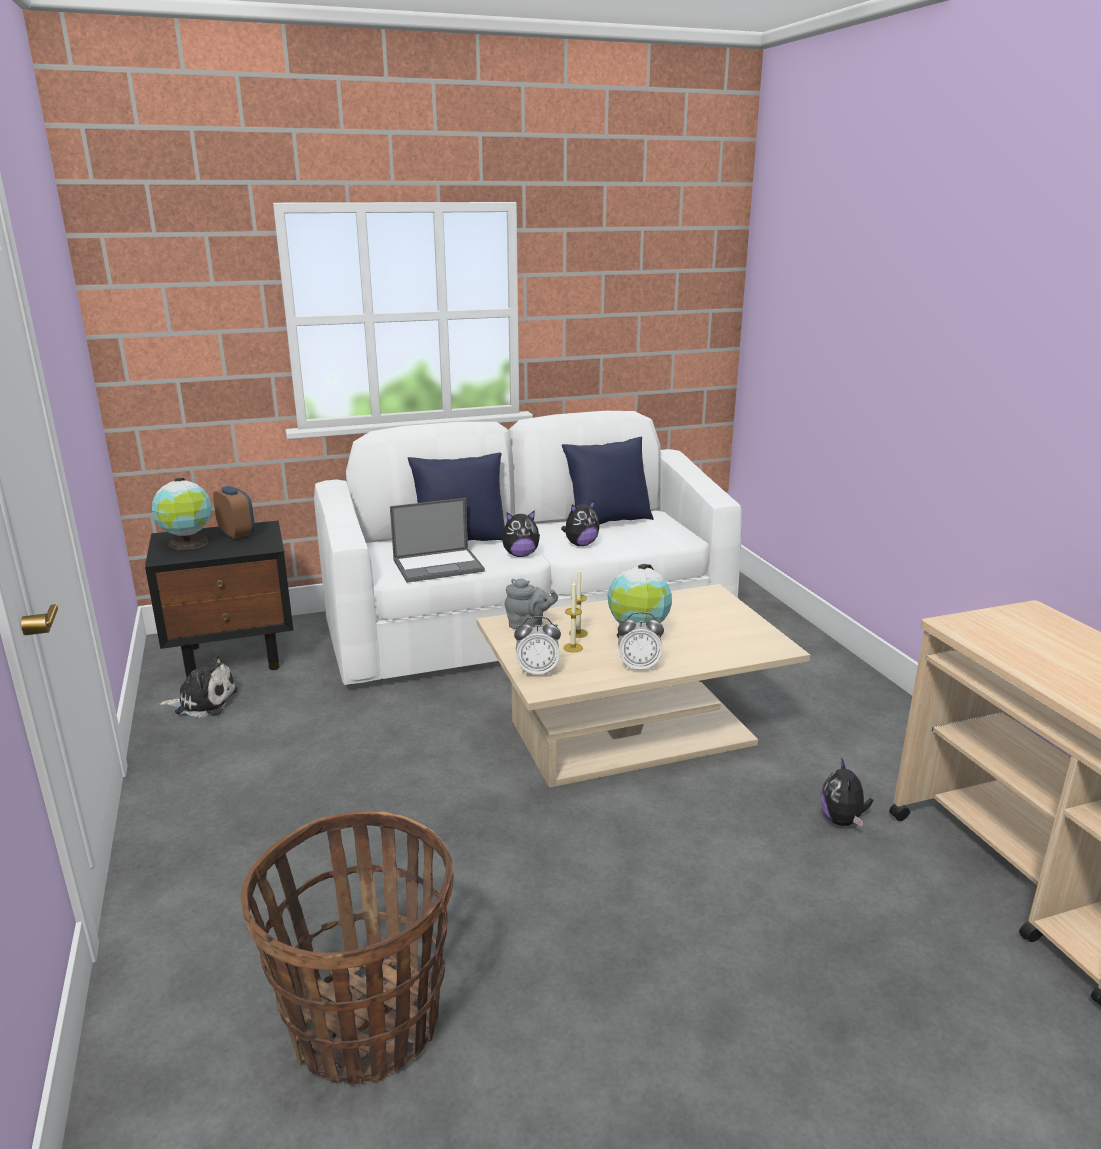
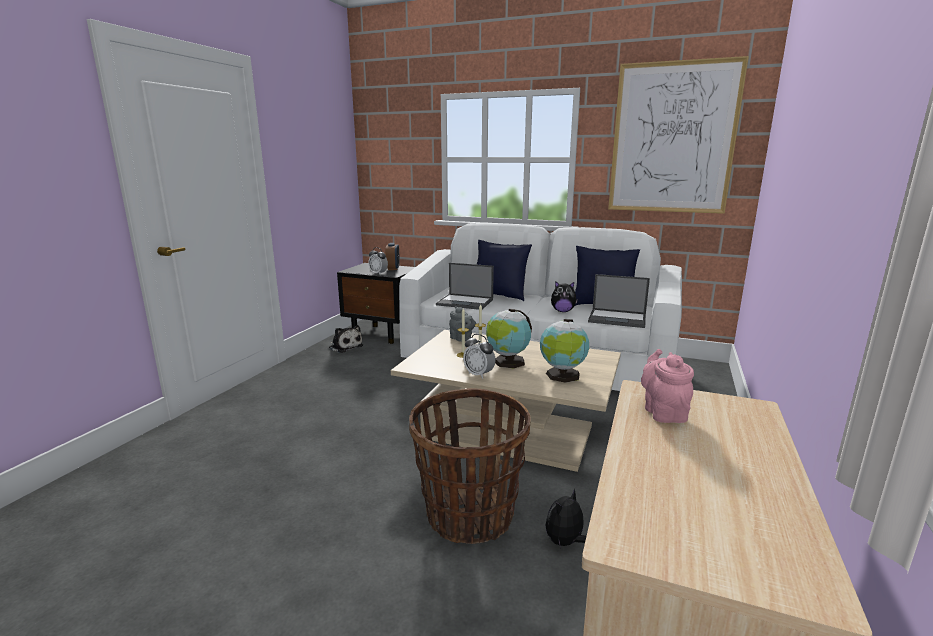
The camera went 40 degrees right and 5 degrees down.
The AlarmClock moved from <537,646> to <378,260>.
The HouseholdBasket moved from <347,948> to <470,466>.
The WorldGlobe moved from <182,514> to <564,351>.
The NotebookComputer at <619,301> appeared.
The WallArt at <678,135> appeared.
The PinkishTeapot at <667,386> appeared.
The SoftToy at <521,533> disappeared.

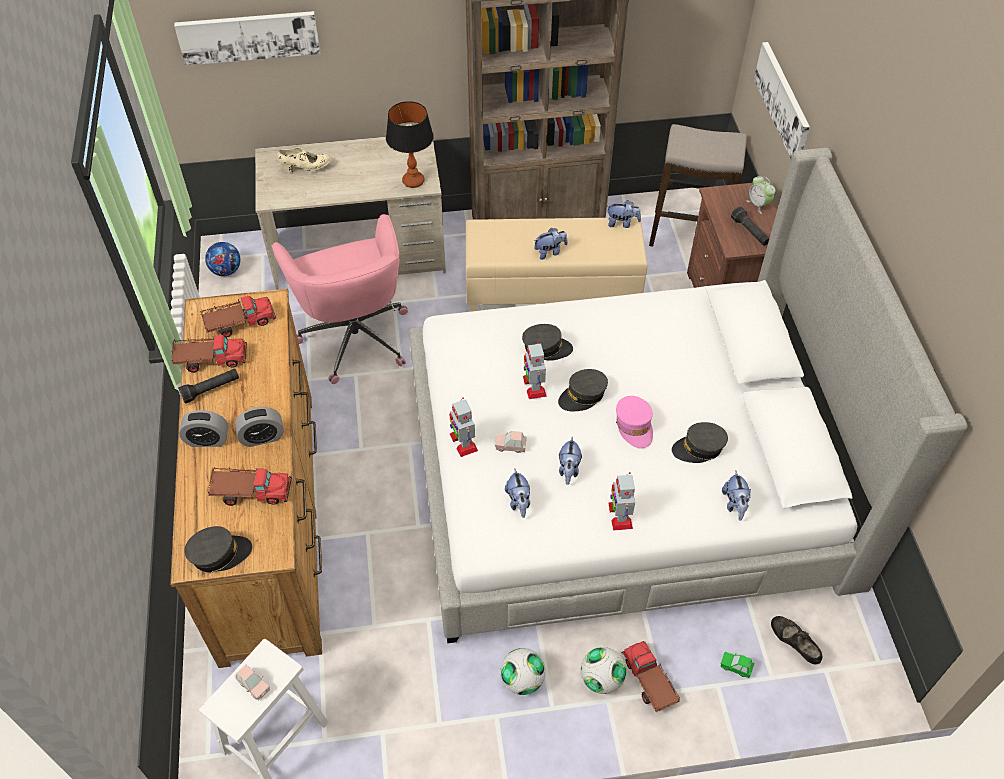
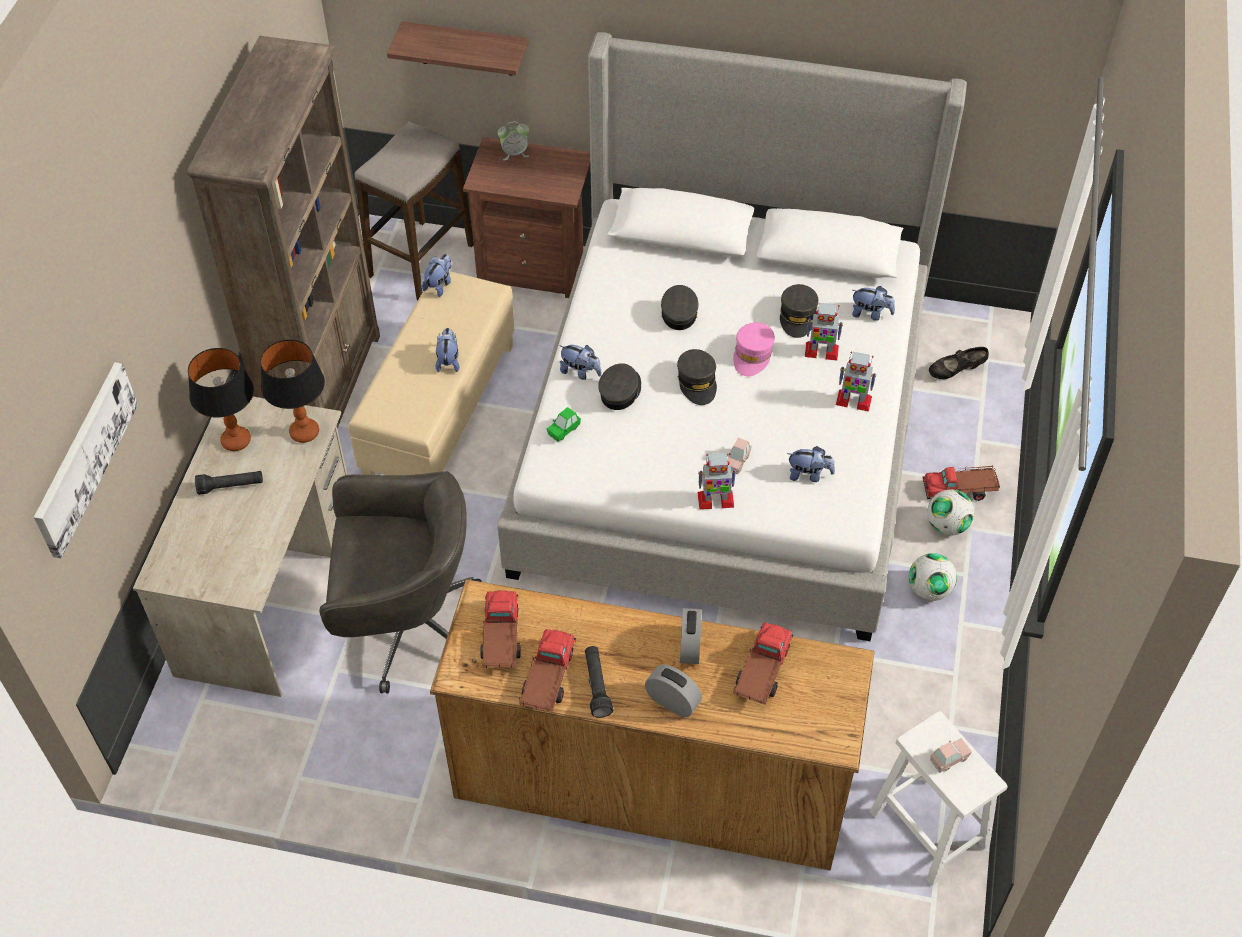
The camera went 70 degrees left and 0 degrees up.
The TabletopLamp at <221,399> appeared.
The BlackFlashlight moved from <750,226> to <229,483>.
The PinkishDeskChair at <339,299> became the GreyishDeskChair at <400,582>.
The WallArt at <782,100> was replaced by the WallShelf at <458,48>.
The GreenishModelCar moved from <737,665> to <564,424>.
The SoftToy moved from <570,461> to <580,362>.
The AlarmClock at <203,428> turned 75 degrees counterclockwise.
The GreyishCap moved from <218,549> to <679,307>.
The PinkishCap at <634,422> turned 105 degrees clockwise.
The ModelRobot moved from <535,370> to <824,331>.
The BallForFootball at <223,259> disappeared.
The BeigeColouredLowShoe at <304,160> disappeared.

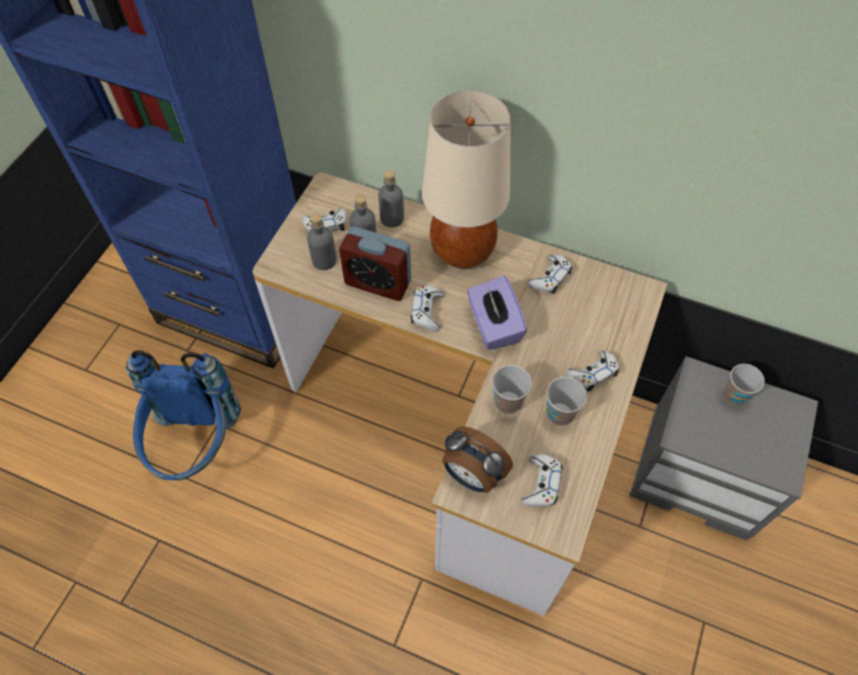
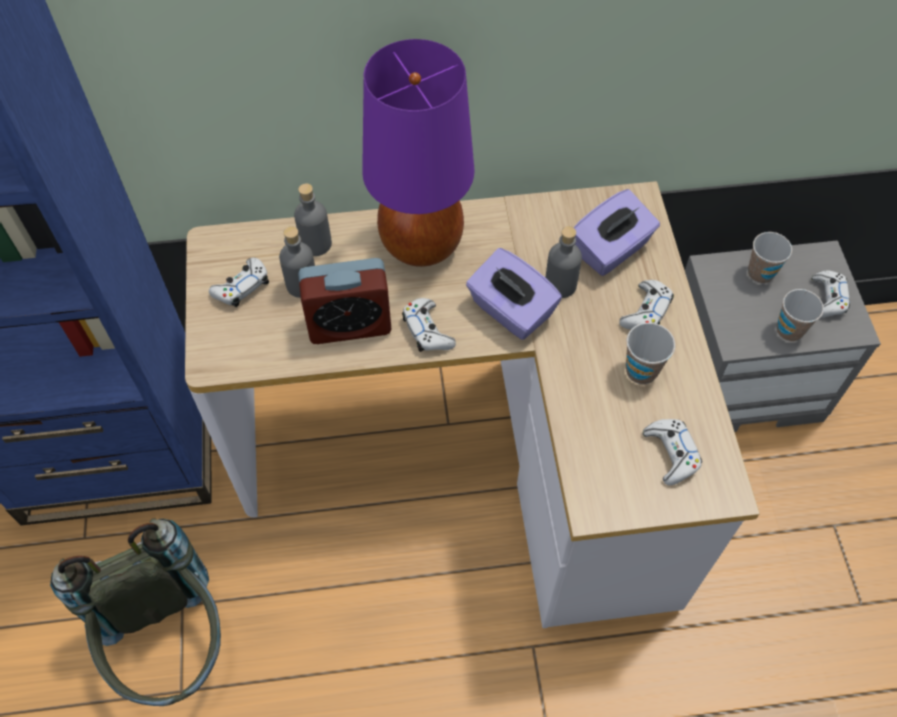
The camera went 30 degrees left and 0 degrees up.
The BluishBackpack at <183,415> became the GreyishBackpack at <135,612>.
The BeigeColouredTabletopLamp at <466,179> became the PurpleColouredTabletopLamp at <418,153>.
The GreyishBottle moved from <322,241> to <563,262>.
The PurpleColouredTissueHolder at <616,232> appeared.
The Cup moved from <512,389> to <800,315>.
The WhitishJoypad moved from <550,274> to <830,294>.
The AlarmClock at <477,459> disappeared.

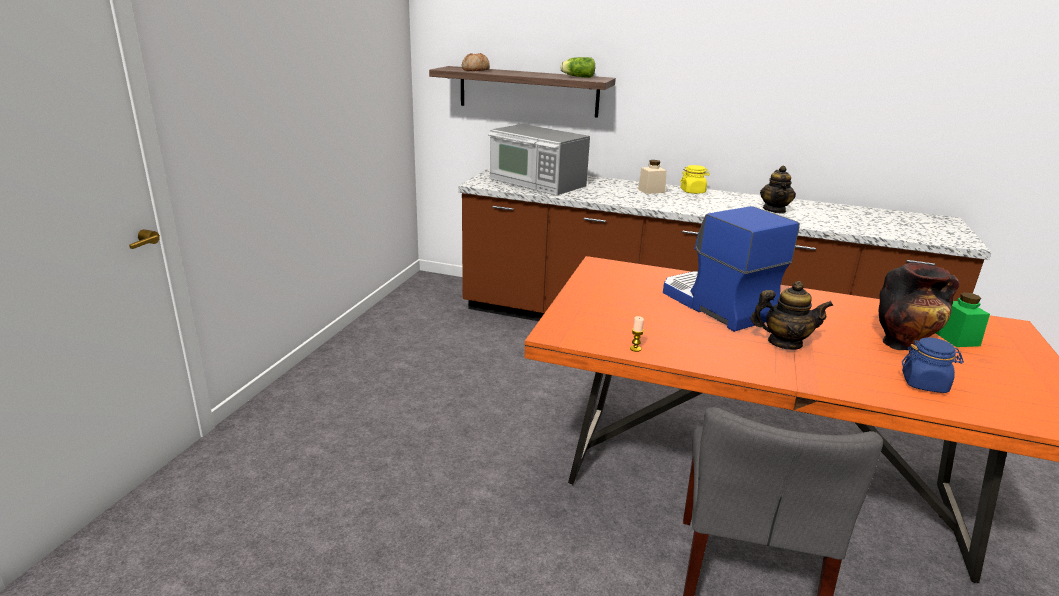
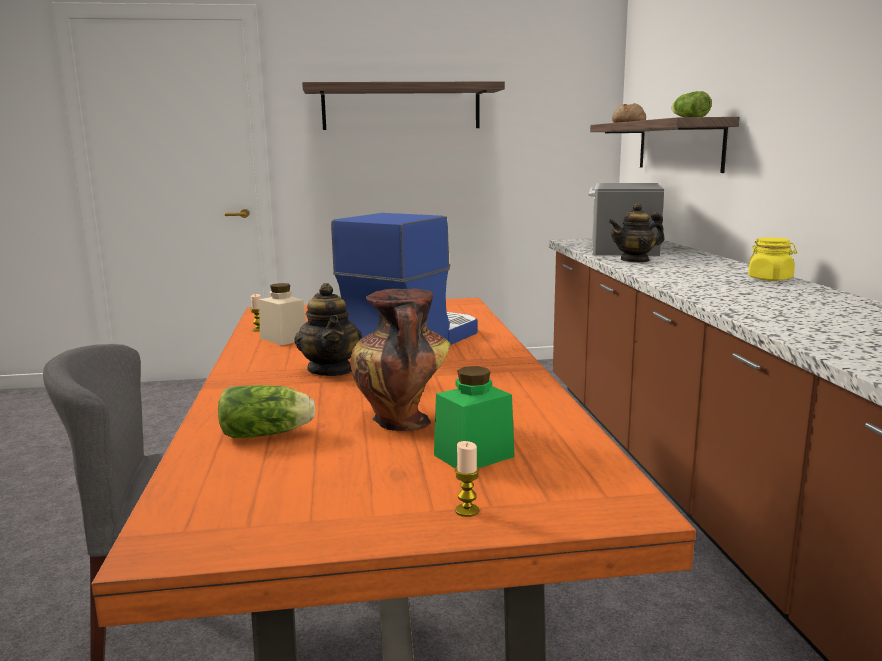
The camera went 65 degrees right and 10 degrees down.
The BluishPreserveJar at <933,365> was replaced by the Lettuce at <267,411>.
The BeigeColouredPreserveJar moved from <652,177> to <282,314>.
The WallShelf at <403,105> appeared.
The WaxCandle at <467,479> appeared.
The Teapot moved from <778,189> to <636,233>.

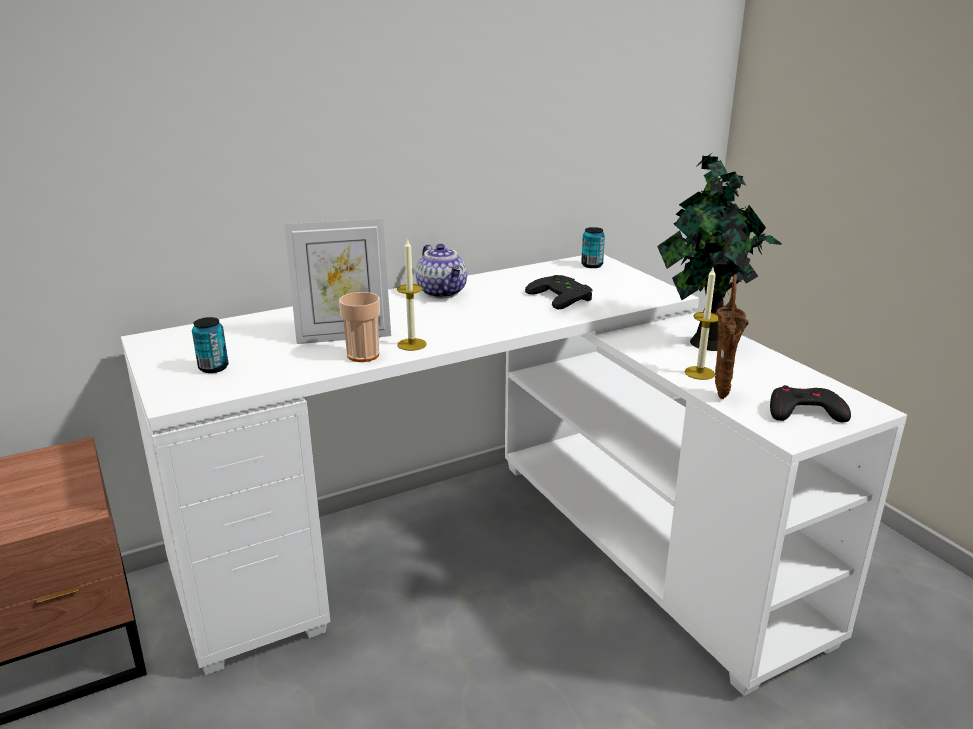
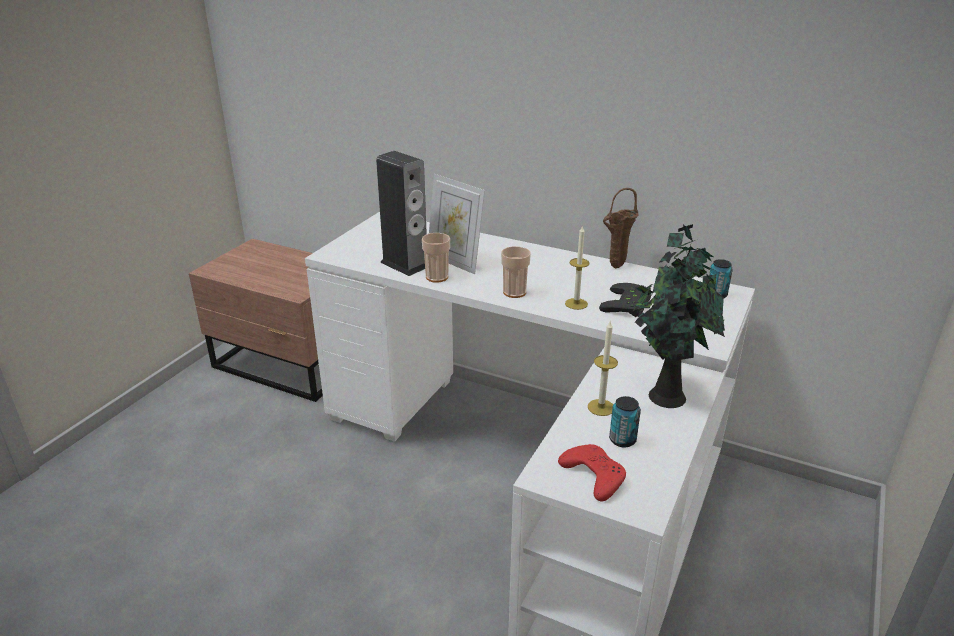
The camera went 55 degrees right and 5 degrees up.
The Loudspeaker at <401,213> appeared.
The Cup at <516,272> appeared.
The BlackJoypad at <810,403> became the RedJoypad at <592,472>.
The WaxCandle moved from <412,294> to <577,267>.
The BrownVase moved from <732,336> to <621,228>.
The Can moved from <210,345> to <625,421>.
The Teapot at <441,271> disappeared.

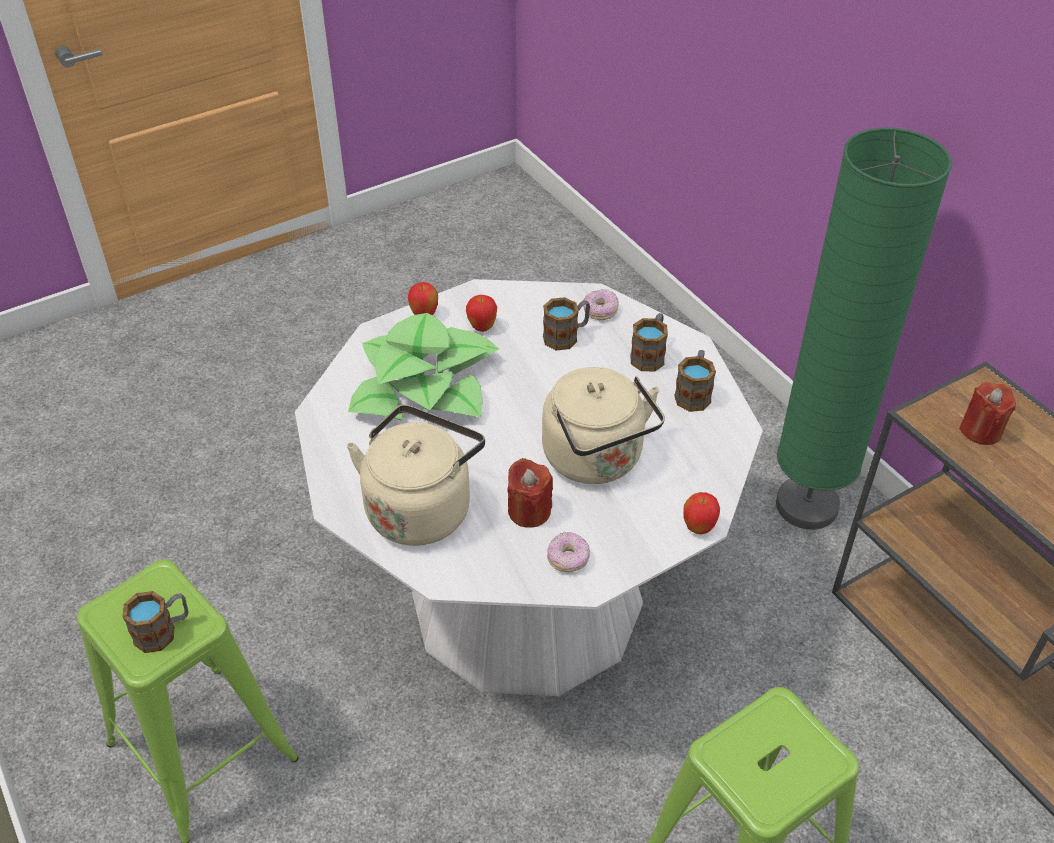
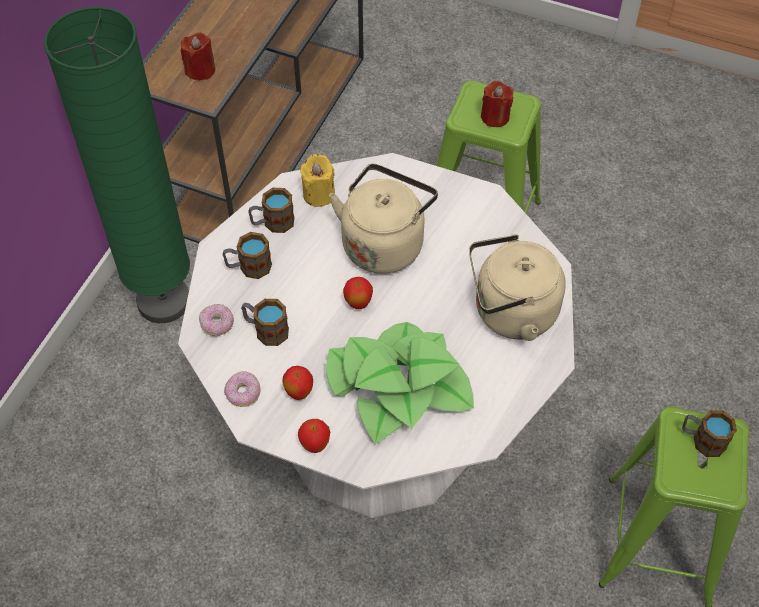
The camera went 125 degrees left and 10 degrees up.
The Doughnut moved from <568,552> to <242,389>.
The YellowWaxCandle at <317,180> appeared.
The Apple moved from <701,513> to <358,293>.
The RedWaxCandle moved from <530,493> to <497,104>.

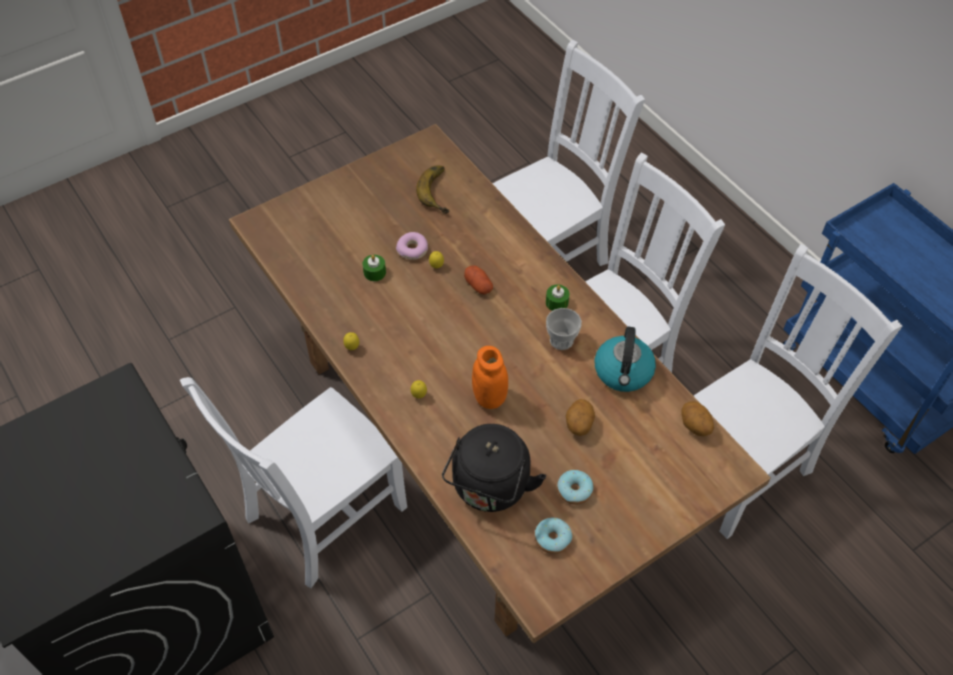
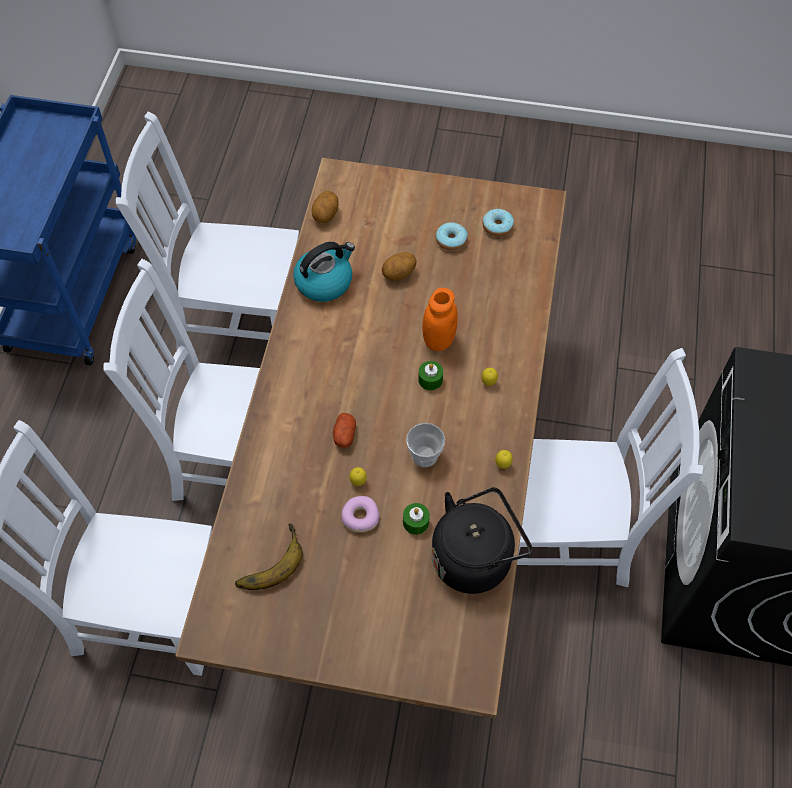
The camera went 135 degrees left and 5 degrees up.
The Cup moved from <564,329> to <425,445>.
The GreenishWaxCandle moved from <558,298> to <430,375>.
The BlackKettle moved from <494,468> to <481,540>.

